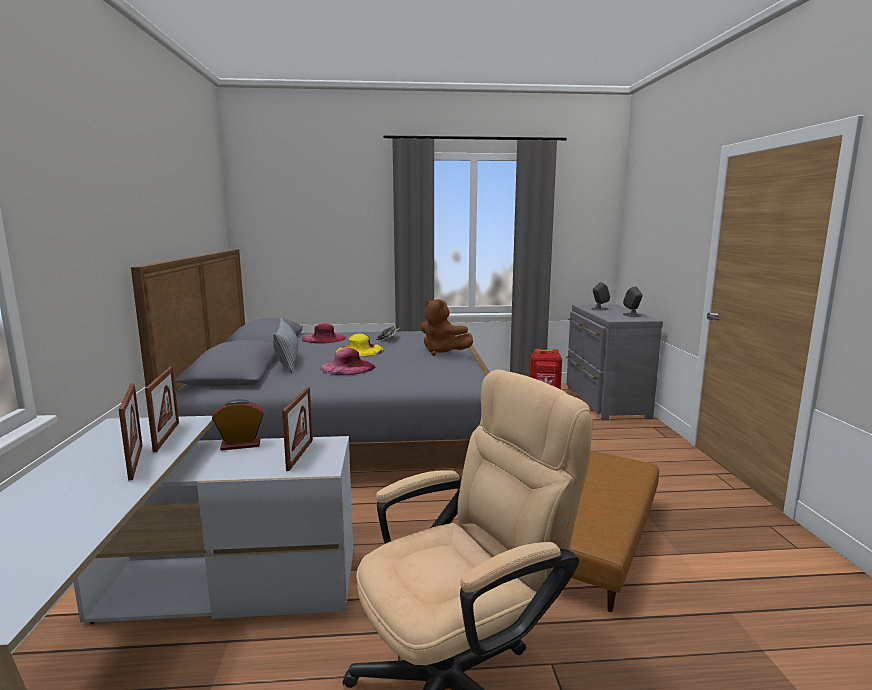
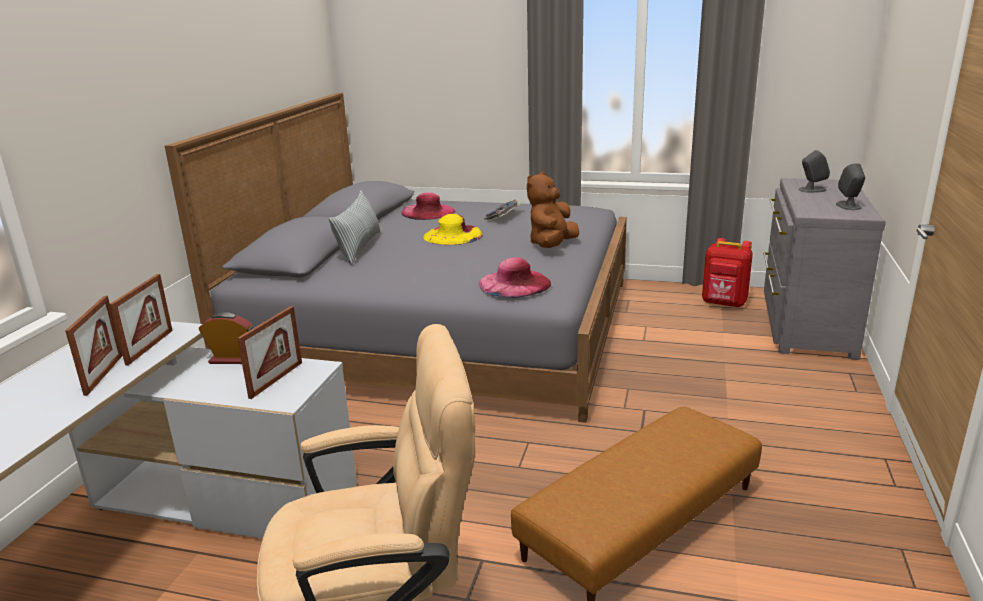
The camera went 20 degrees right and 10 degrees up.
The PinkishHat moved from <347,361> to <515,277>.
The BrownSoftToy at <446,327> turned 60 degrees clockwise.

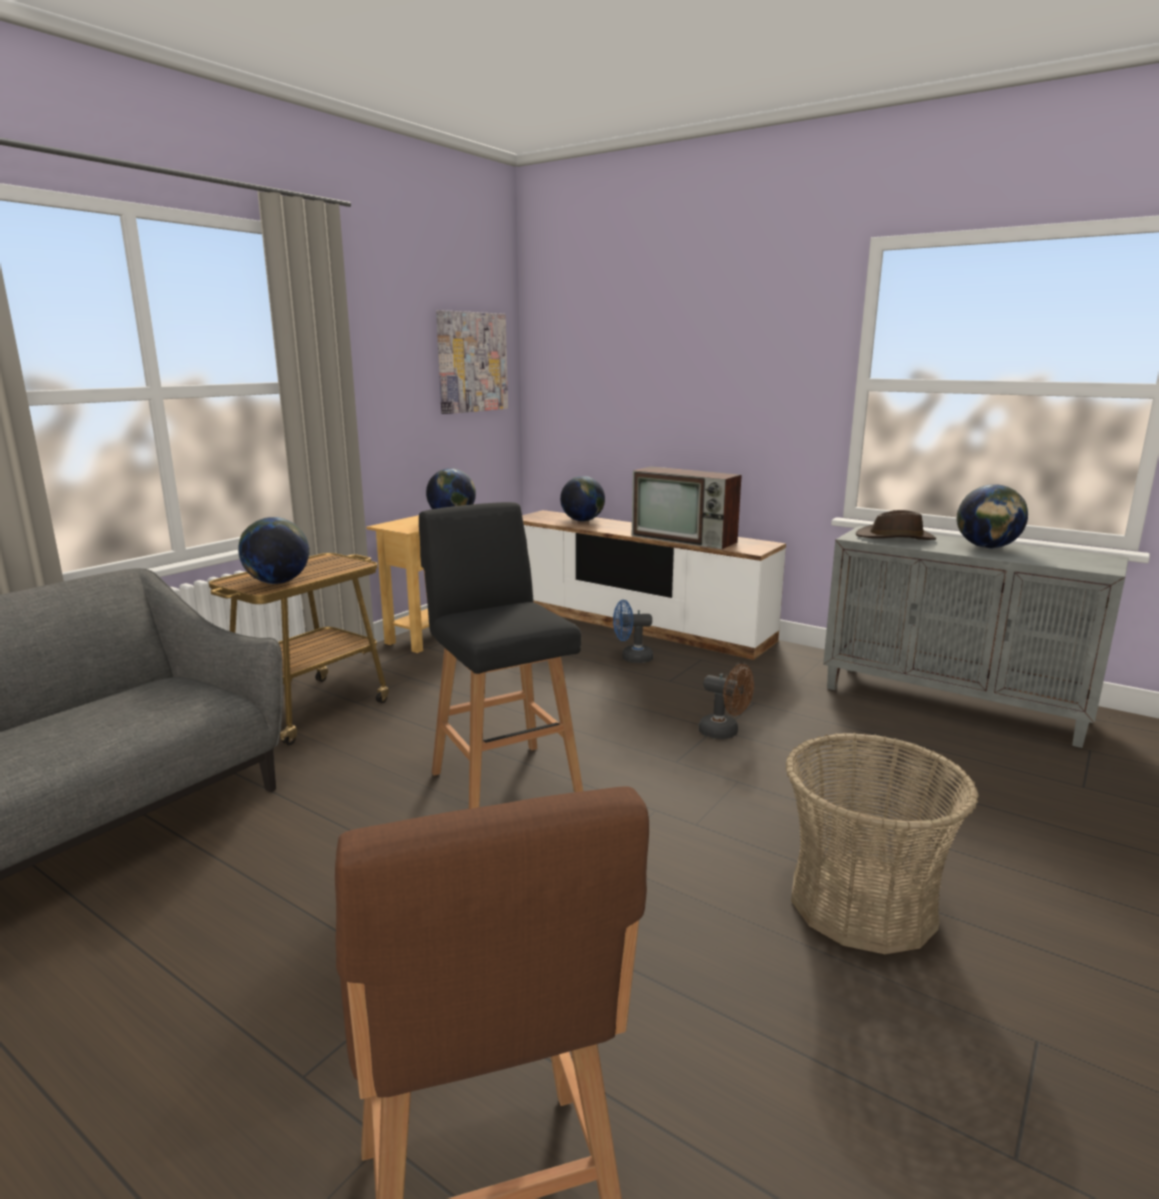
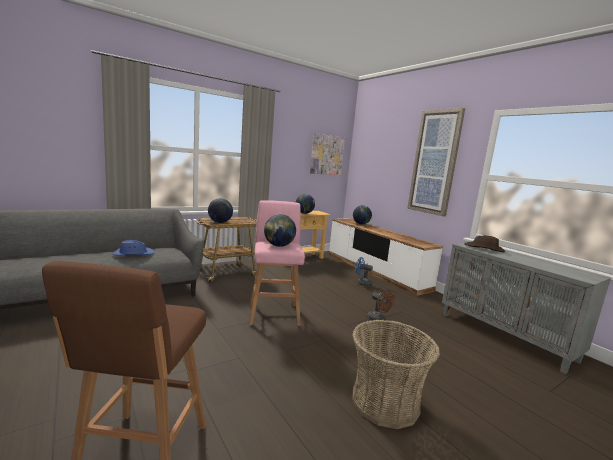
The camera went 20 degrees right and 5 degrees down.
The BluishHat at <134,248> appeared.
The BlackStoolSeat at <501,655> became the PinkishStoolSeat at <277,263>.
The WorldGlobe moved from <992,516> to <280,230>.
The WallArt at <436,162> appeared.
The Tv at <687,507> disappeared.

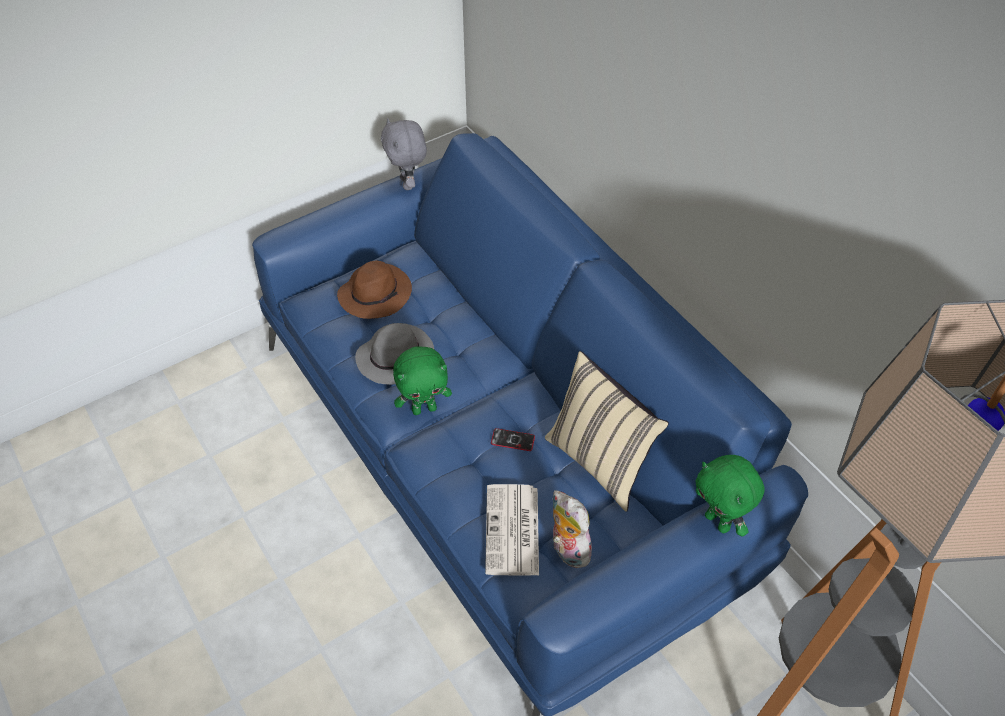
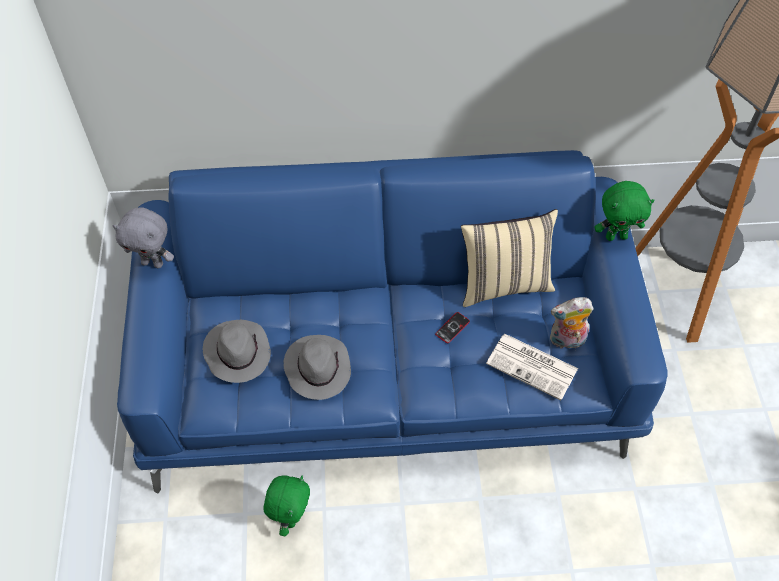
The camera went 60 degrees left and 5 degrees up.
The BrownHat at <374,290> became the GreyishHat at <237,351>.
The GreenishSoftToy moved from <422,381> to <287,506>.

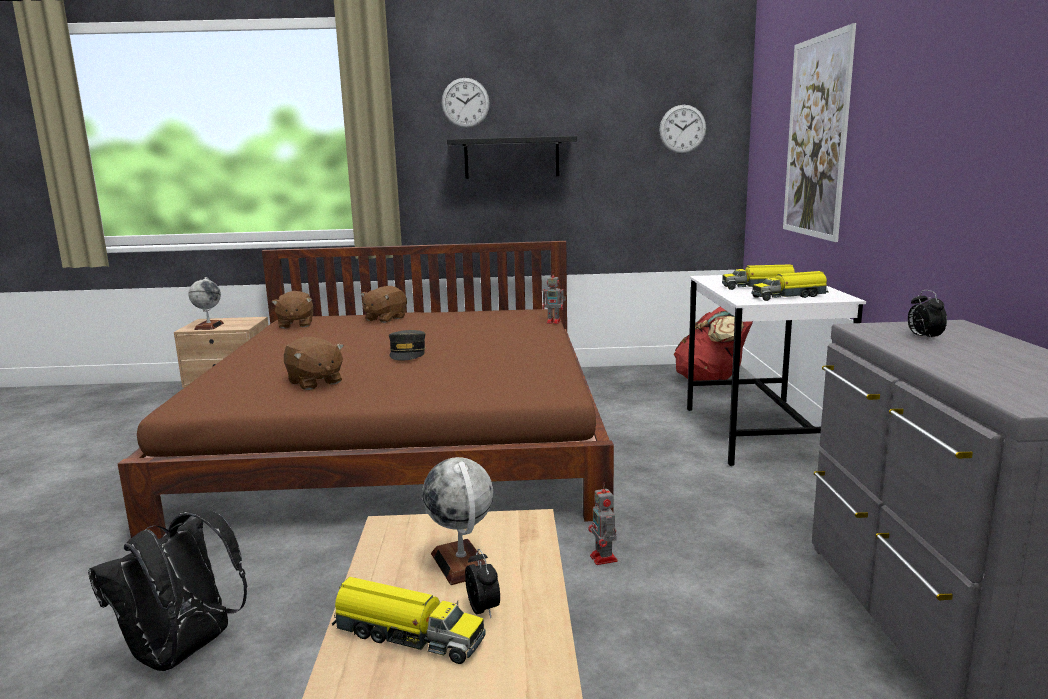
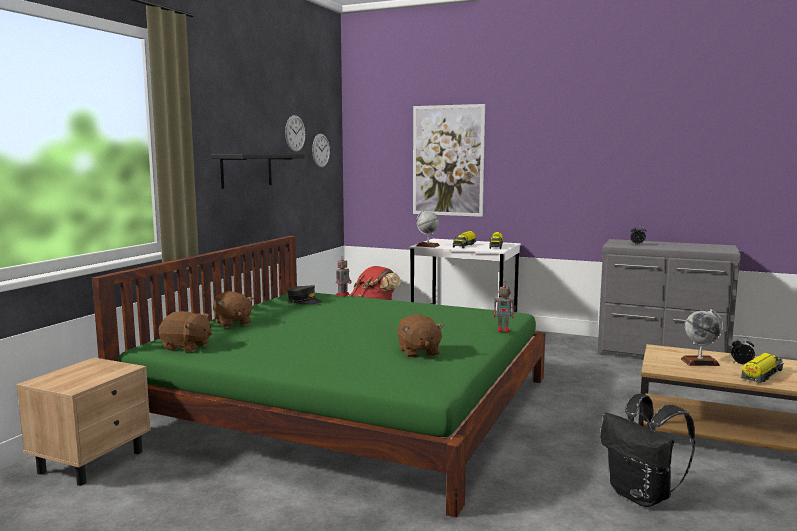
The camera went 65 degrees left and 5 degrees down.
The BrownBedroomBed at <366,390> became the GreenishBedroomBed at <318,377>.
The HangingClock moved from <466,103> to <295,133>.
The GreyishCap moved from <407,345> to <304,294>.
The BrownSoftToy at <314,363> turned 90 degrees clockwise.
The WorldGlobe moved from <206,303> to <428,229>.
The ModelRobot moved from <603,524> to <505,306>.

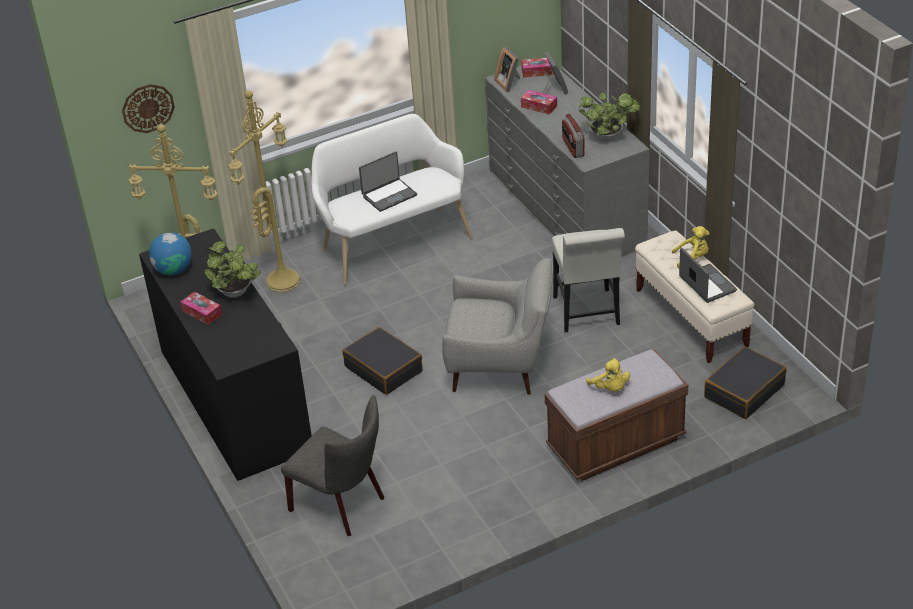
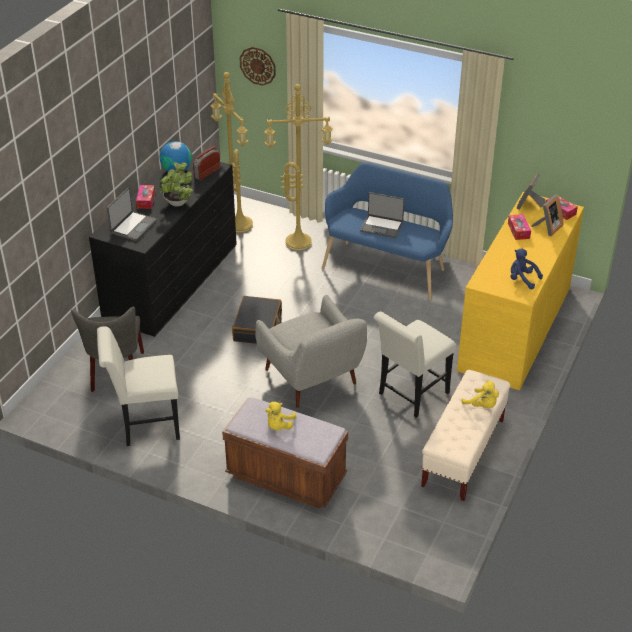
The camera went 50 degrees right and 0 degrees up.
The WhitishUprightChair at <138,386> appeared.
The NotebookComputer moved from <708,275> to <132,214>.
The RadioSet moved from <573,136> to <206,163>.
The WhitishBench at <392,199> became the BluishBench at <387,231>.
The GreyishDresser at <567,157> became the YellowDresser at <520,291>.
The Houseplant at <609,117> was replaced by the BluishSoftToy at <527,268>.
The BlackTravelCase at <745,382> disappeared.

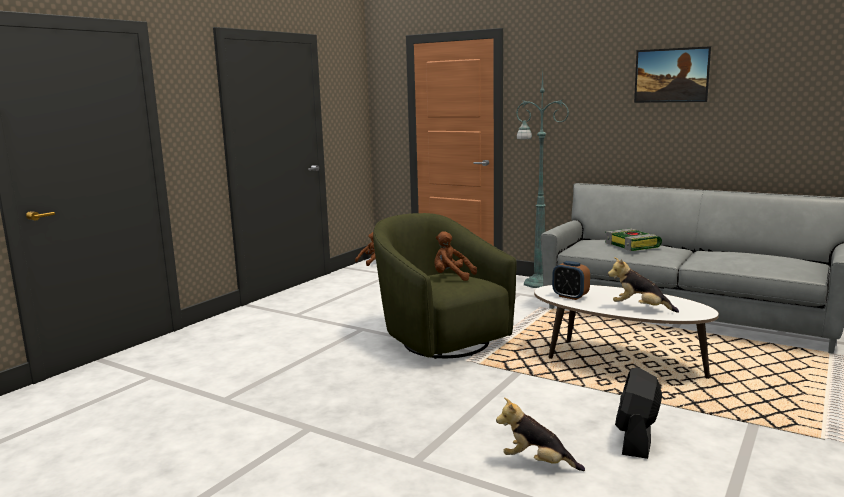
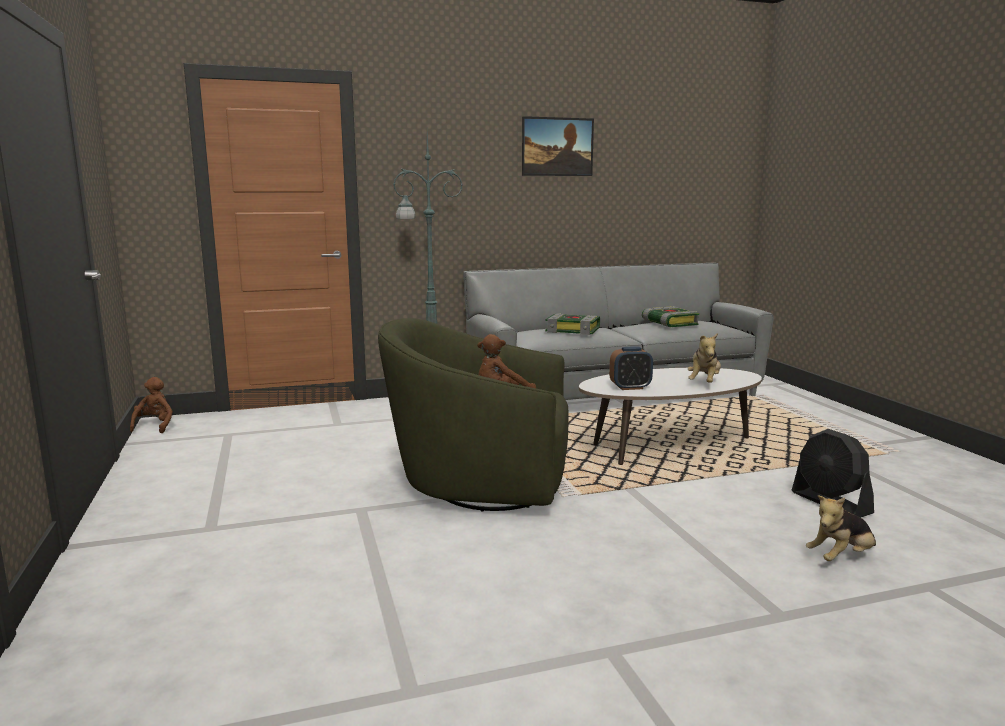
The camera went 50 degrees left and 0 degrees up.
The Book at <670,316> appeared.
The SoftToy at <643,285> turned 45 degrees counterclockwise.

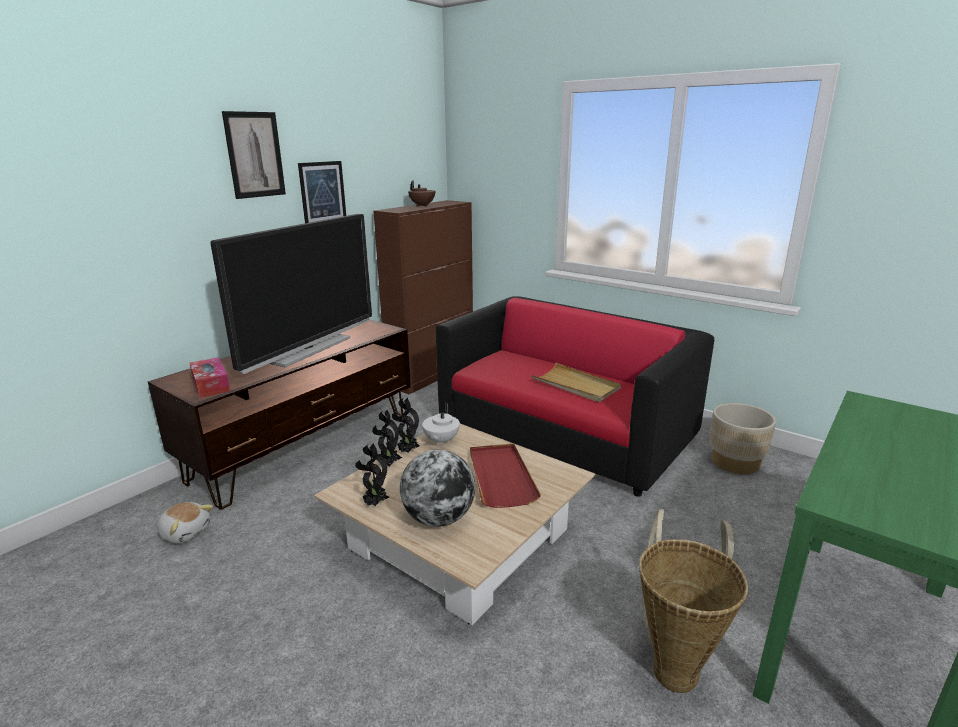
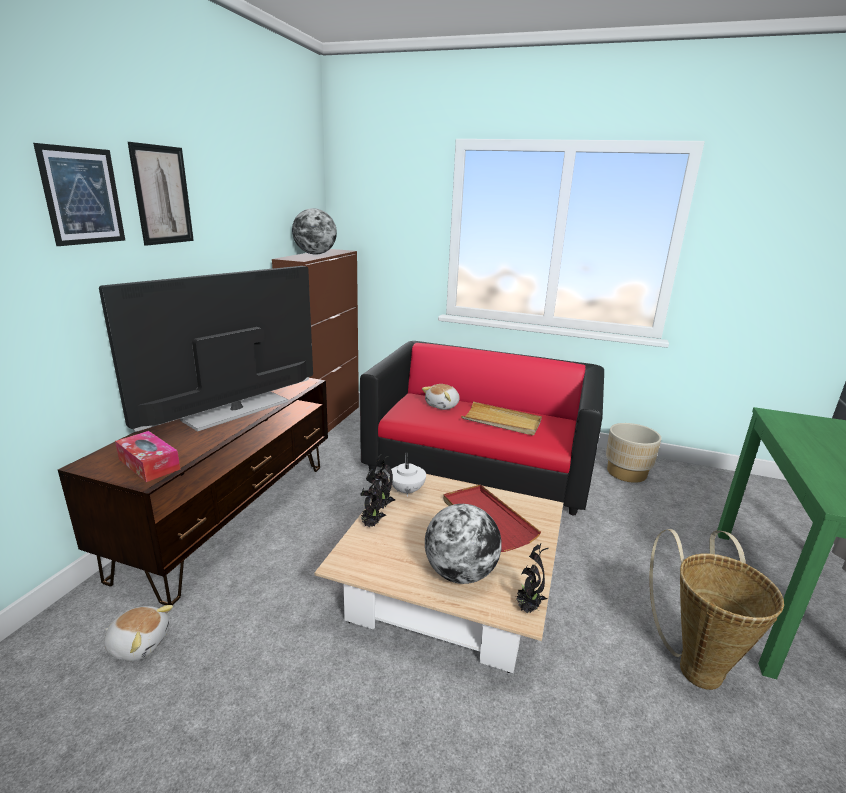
The camera went 20 degrees left and 0 degrees up.
The WallArt moved from <322,192> to <79,194>.
The Tv at <291,294> turned 150 degrees counterclockwise.
The BrownTeapot at <421,193> was replaced by the WorldGlobe at <314,231>.
The SoftToy at <441,397> appeared.
The Houseplant moved from <372,474> to <532,578>.

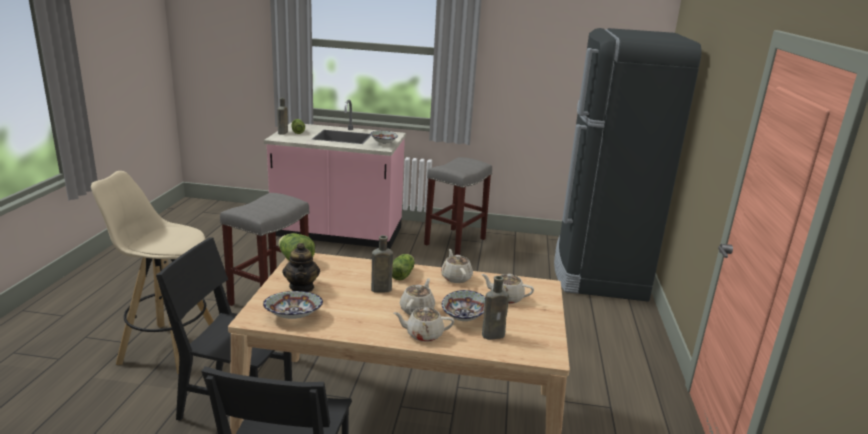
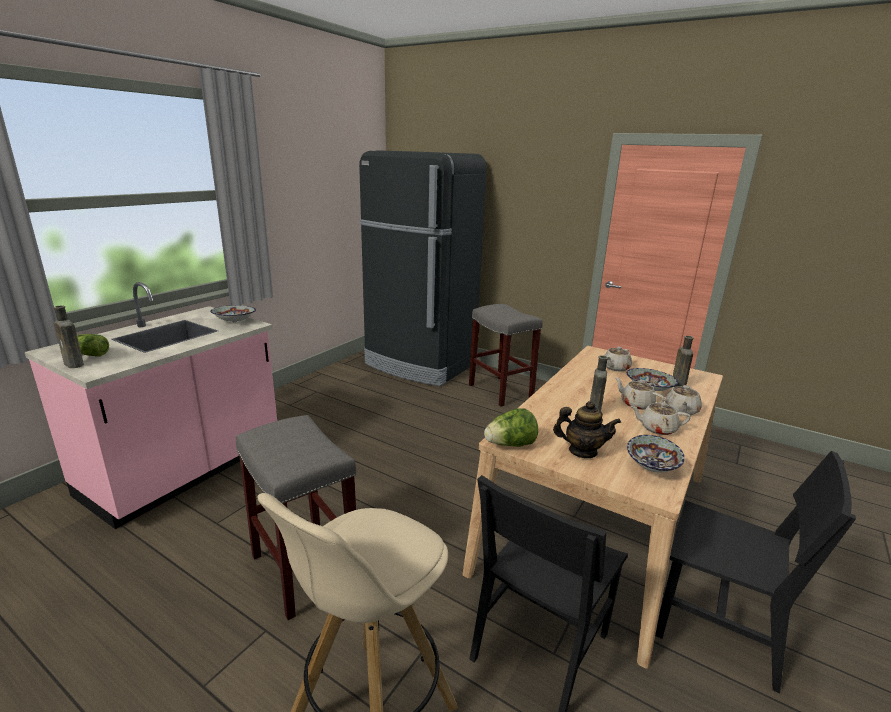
The camera went 65 degrees left and 0 degrees up.
The GreyishStoolSeat moved from <458,206> to <506,355>.
The BeigeColouredTeapot moved from <457,266> to <661,418>.
The Lettuce at <403,267> disappeared.

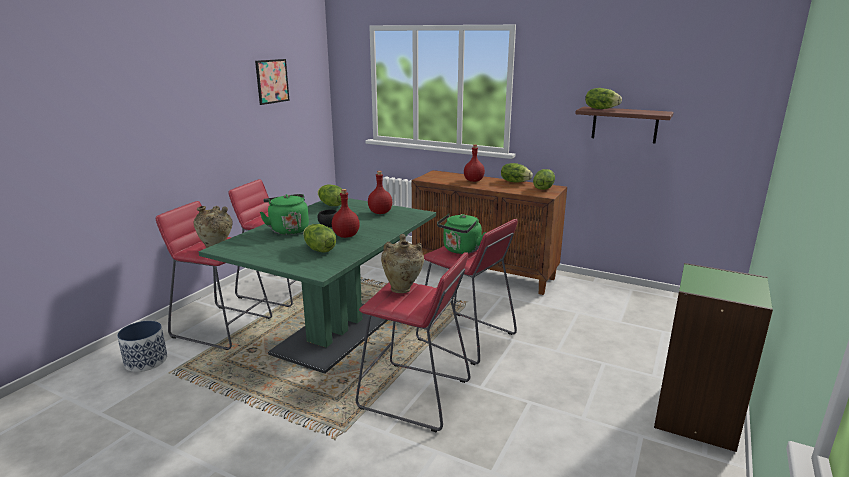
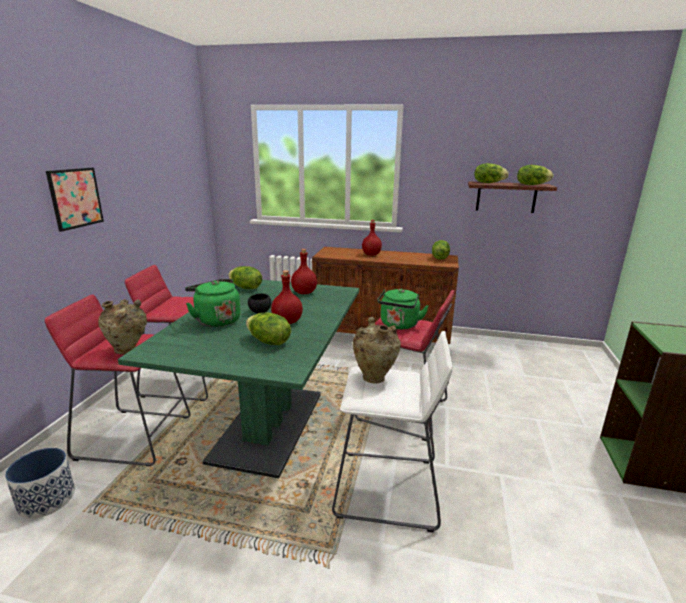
The camera went 15 degrees left and 0 degrees up.
The WallArt moved from <272,82> to <75,200>.
The RedStoolSeat at <413,342> became the WhitishStoolSeat at <392,431>.
The Lettuce moved from <517,173> to <535,175>.

